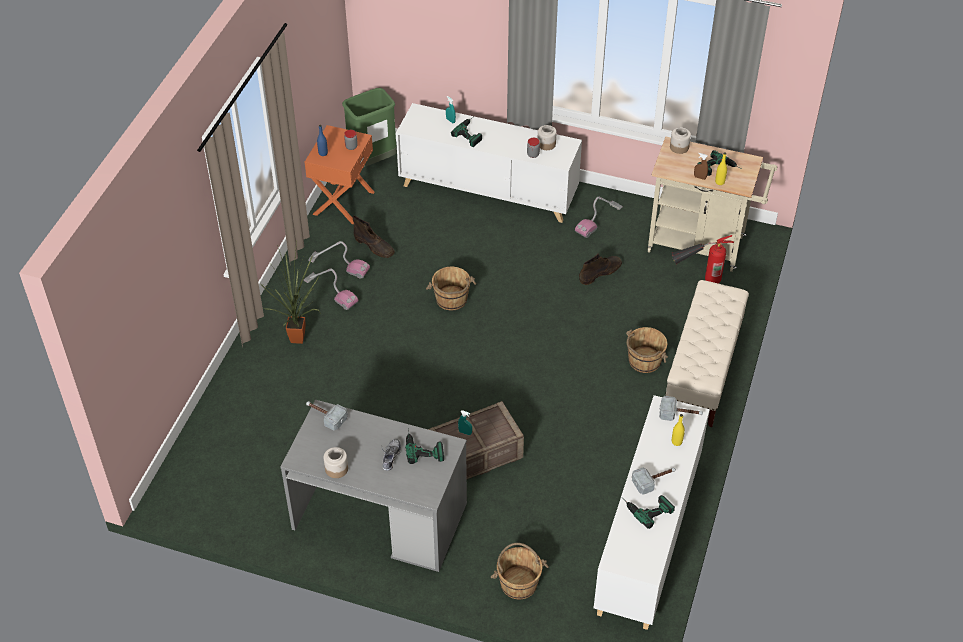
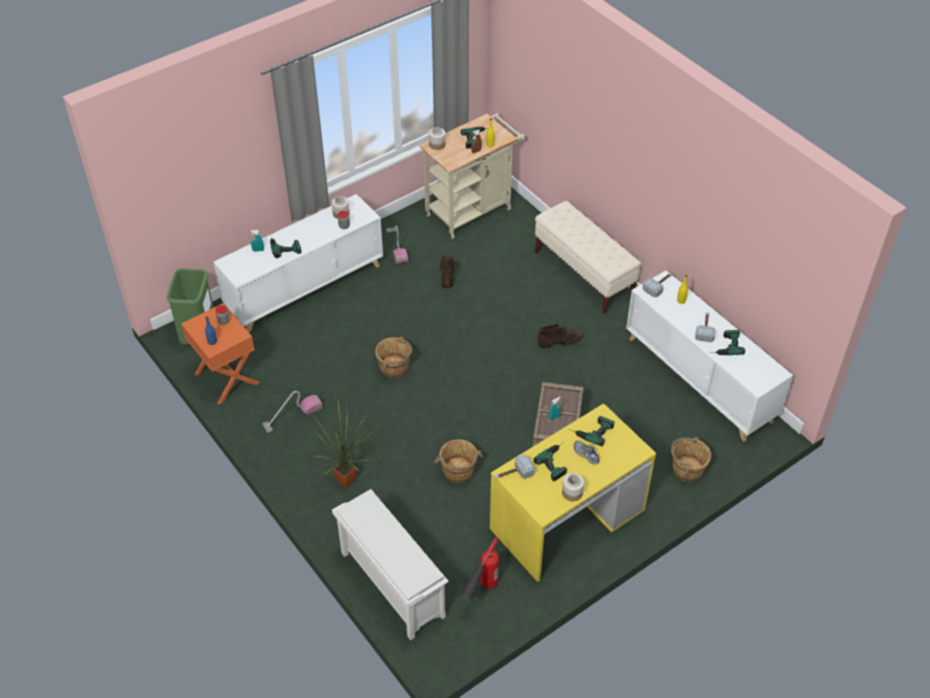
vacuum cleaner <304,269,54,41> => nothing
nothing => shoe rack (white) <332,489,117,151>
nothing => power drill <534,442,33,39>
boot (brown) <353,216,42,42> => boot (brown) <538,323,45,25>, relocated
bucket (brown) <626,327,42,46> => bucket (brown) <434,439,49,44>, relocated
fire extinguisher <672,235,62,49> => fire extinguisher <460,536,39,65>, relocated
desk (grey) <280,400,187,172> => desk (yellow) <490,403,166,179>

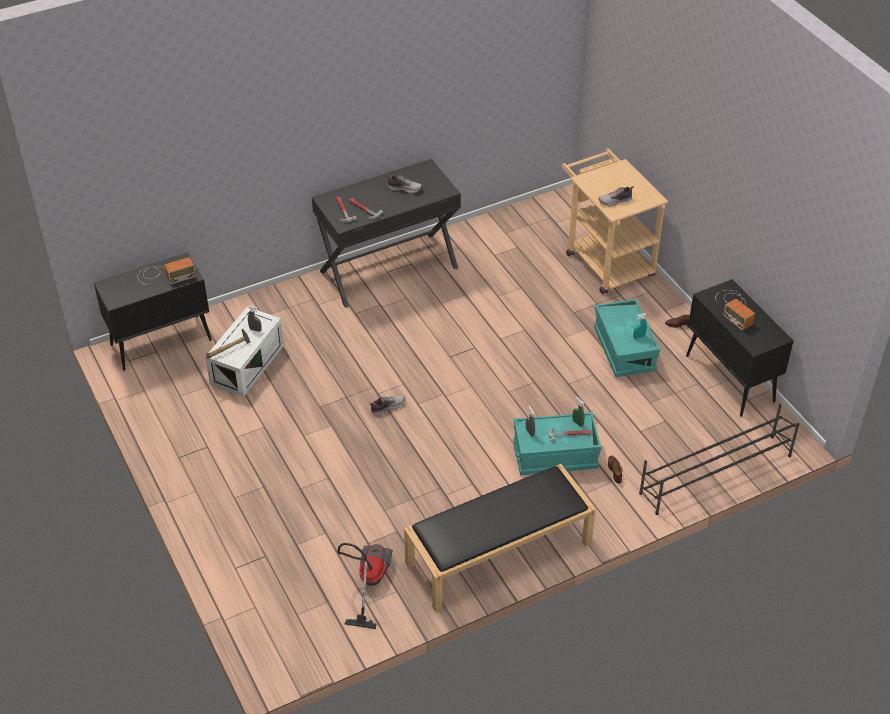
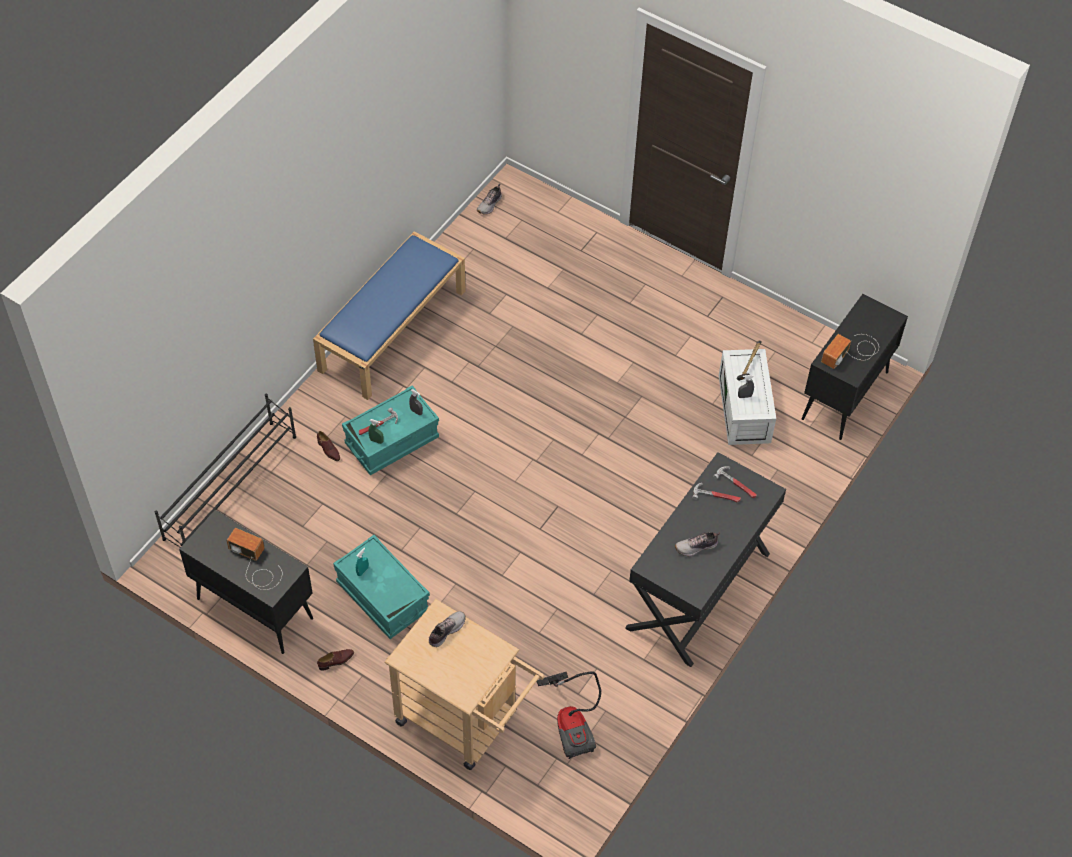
vacuum cleaner <338,543,55,86> => vacuum cleaner <536,671,65,88>, relocated
shoe <370,395,35,20> => shoe <477,183,25,32>, relocated
bench (black) <404,464,192,148> => bench (blue) <313,231,153,169>

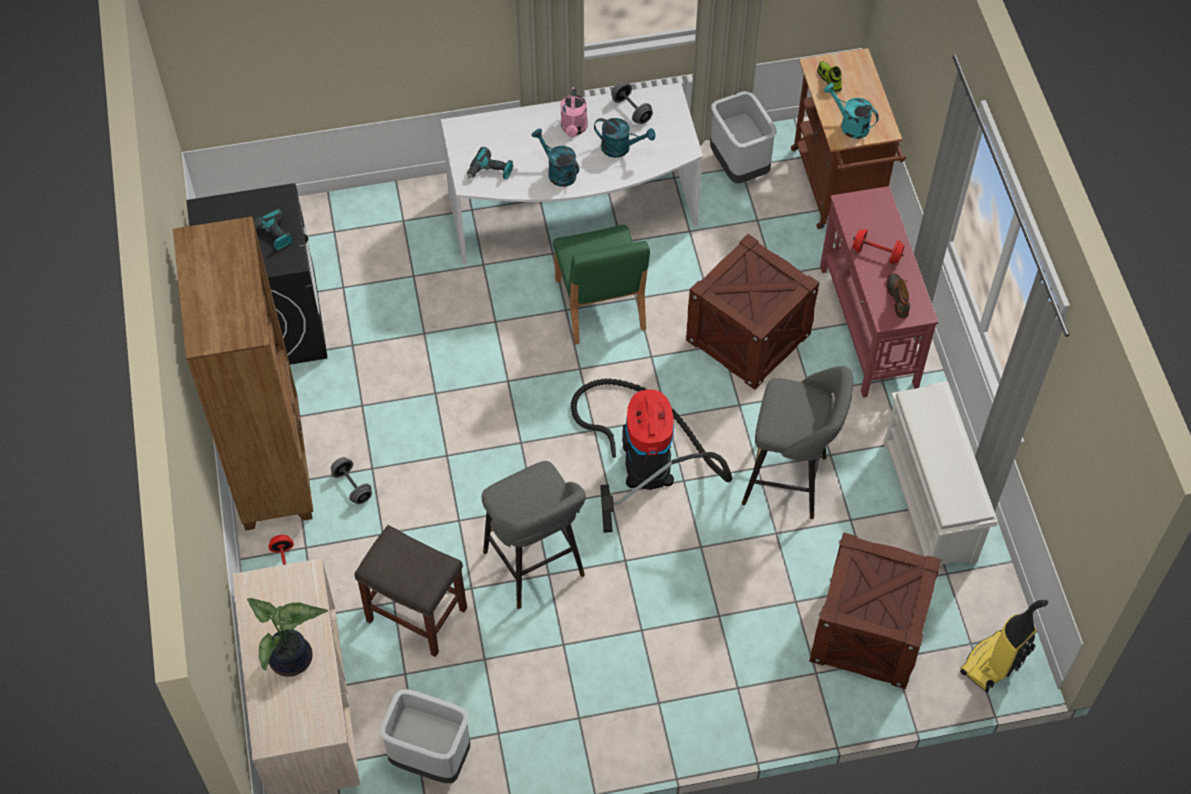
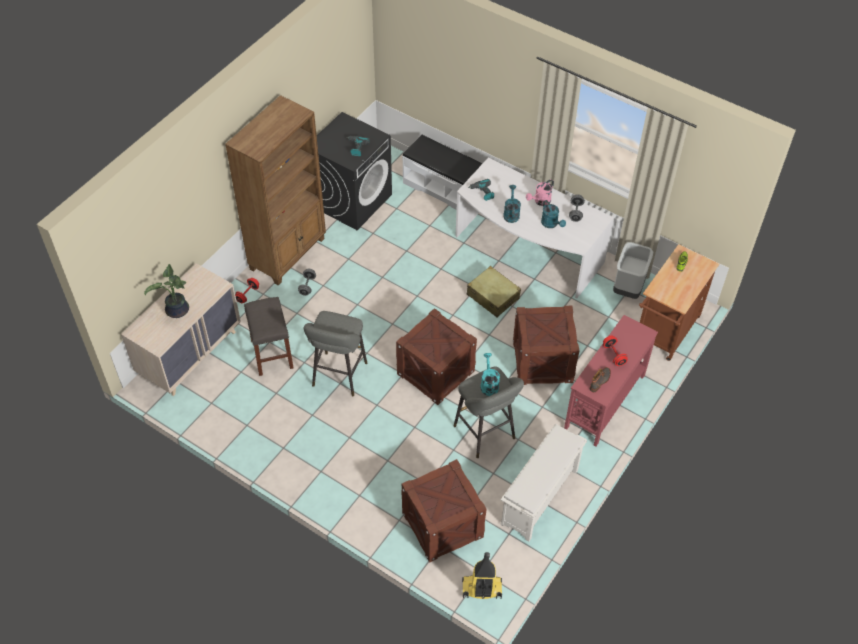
trash can (grey) <380,689,90,94> => nothing
nothing => bench (white) <402,134,81,76>
watering can (turquoise) <823,83,56,56> => watering can (turquoise) <480,353,20,43>, relocated
chair (green) <553,225,97,119> => suitcase (beige) <467,266,54,51>
vacuum cleaner <571,378,161,155> => crate <396,308,81,97>

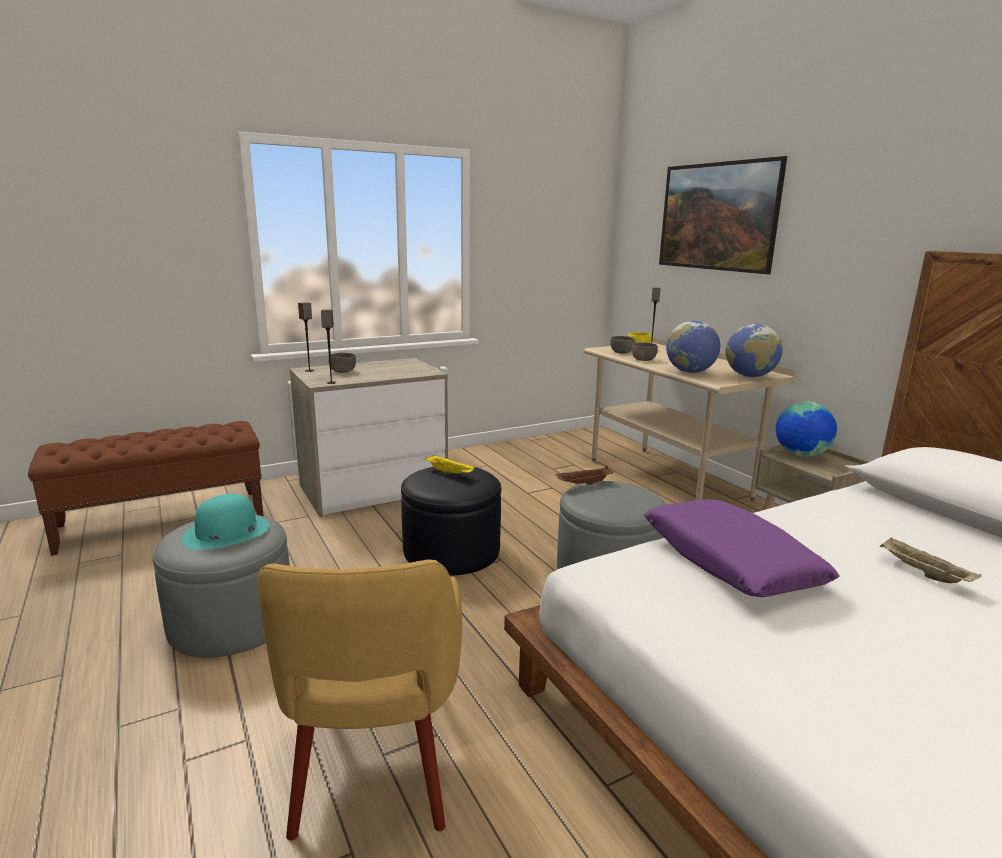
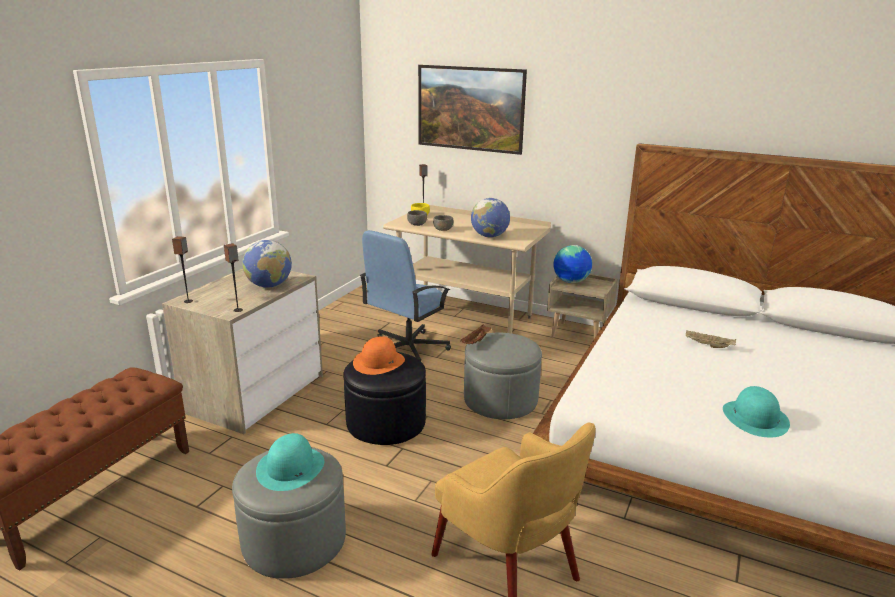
bowl (grey) <328,353,28,20> => nothing
pillow (purple) <644,499,195,98> => nothing
nothing => office chair (blue) <360,230,91,131>
nothing => hat (turquoise) <723,386,67,51>
globe <726,324,57,53> => globe <242,240,50,48>, relocated
tray (yellow) <425,455,50,19> => hat (orange) <353,336,52,39>

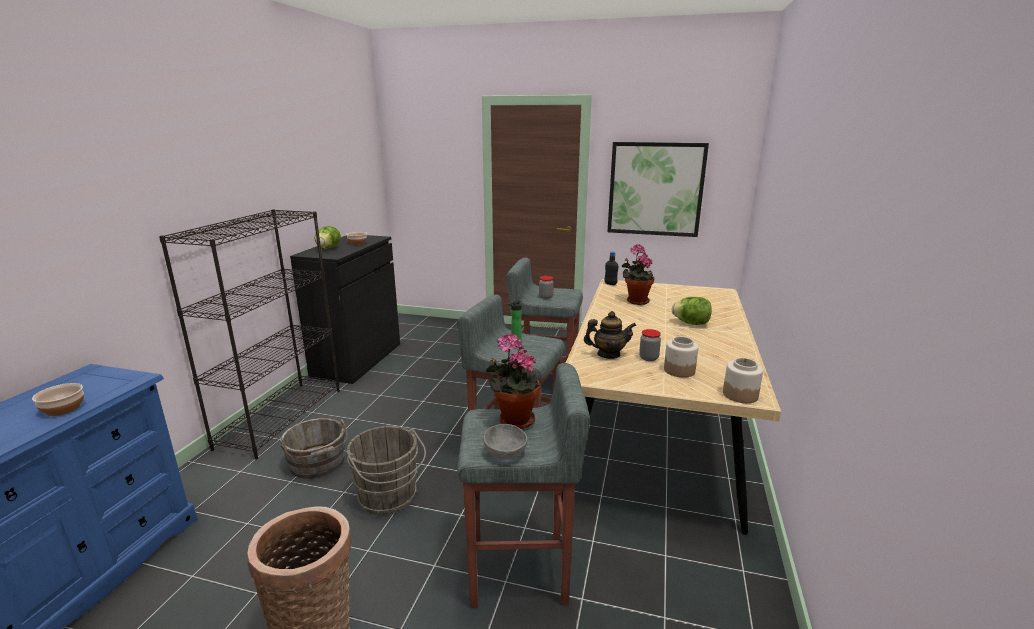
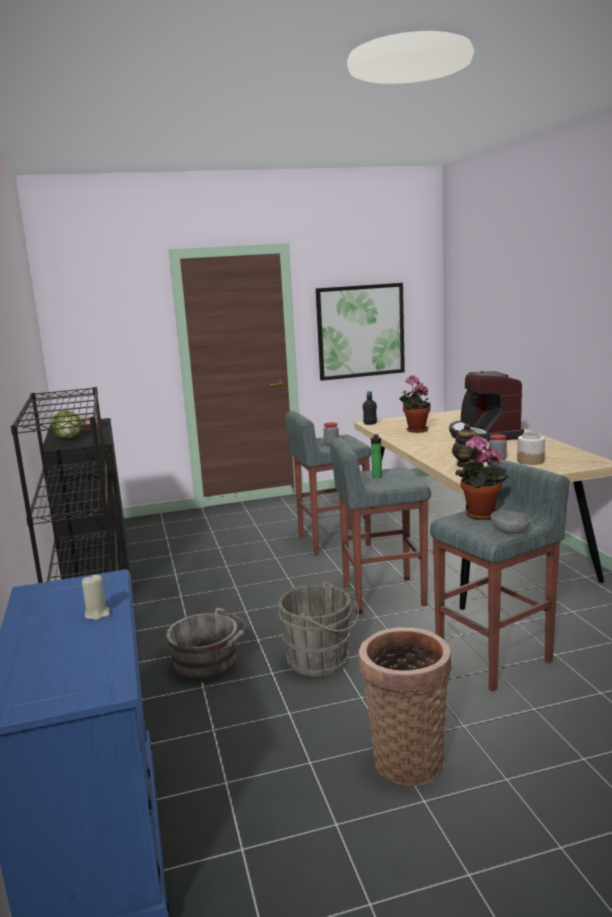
jar <723,358,40,45> => nothing
bowl <32,383,52,33> => candle (beige) <82,574,28,46>
lettuce <672,297,40,28> => coffee machine <449,371,75,71>
teapot <584,311,52,48> => teapot <452,424,30,44>, 75 degrees counterclockwise

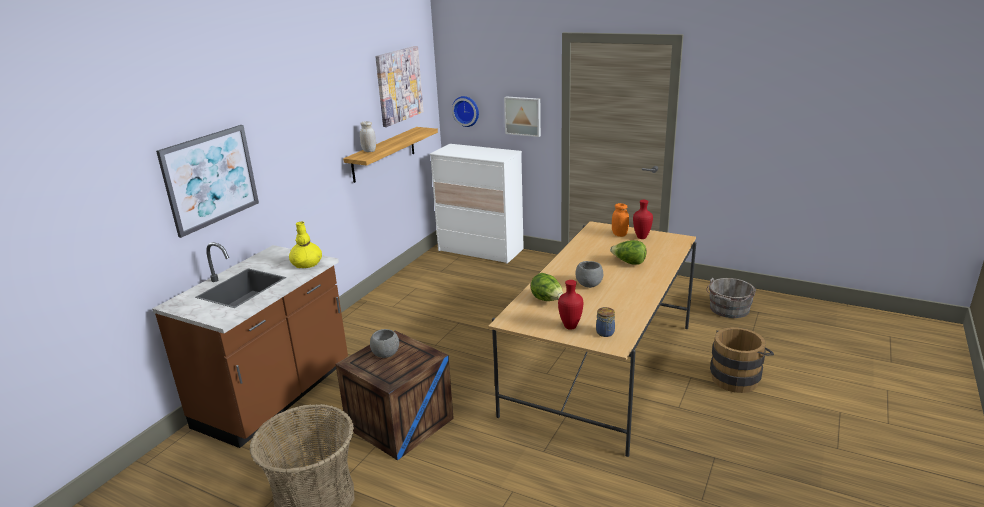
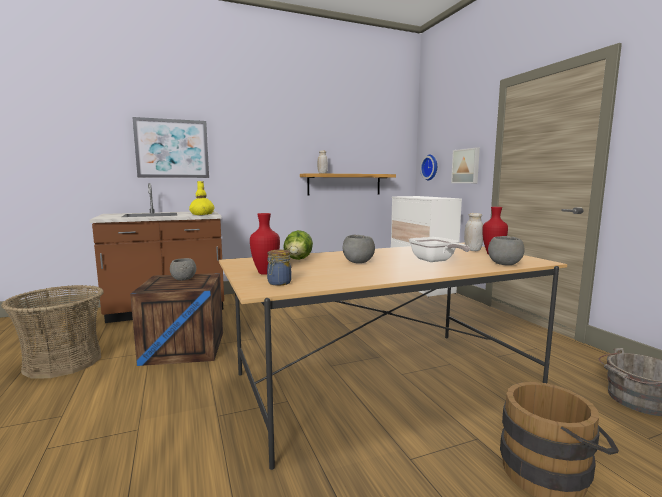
picture <375,46,49,81> => nothing
nothing => bowl (grey) <488,236,37,29>
lettuce <610,240,37,25> => frying pan <409,237,61,25>
jar (orange) <612,203,17,34> => jar (white) <464,213,19,38>

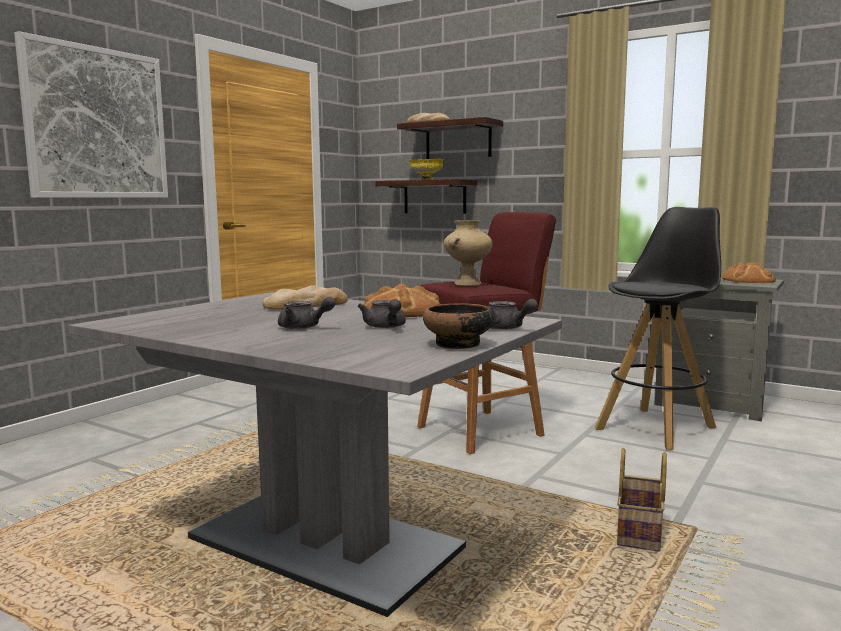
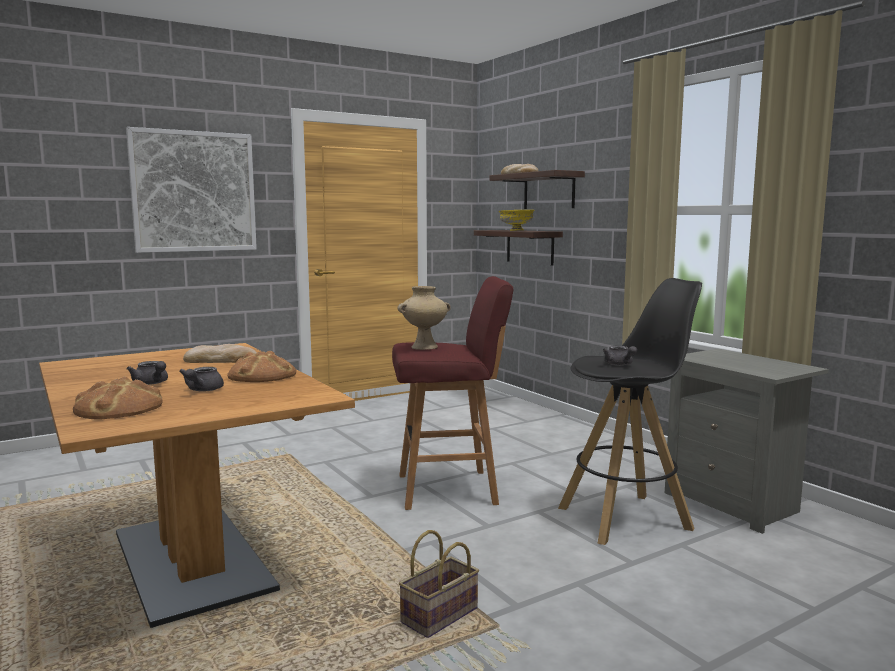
bowl <423,303,71,46> => nothing
teapot (grey) <488,299,50,31> => teapot (grey) <603,346,34,19>, relocated
bread <722,262,54,21> => bread <73,376,90,44>, relocated
dining table (grey) <68,292,494,325> => dining table (brown) <39,343,316,285>

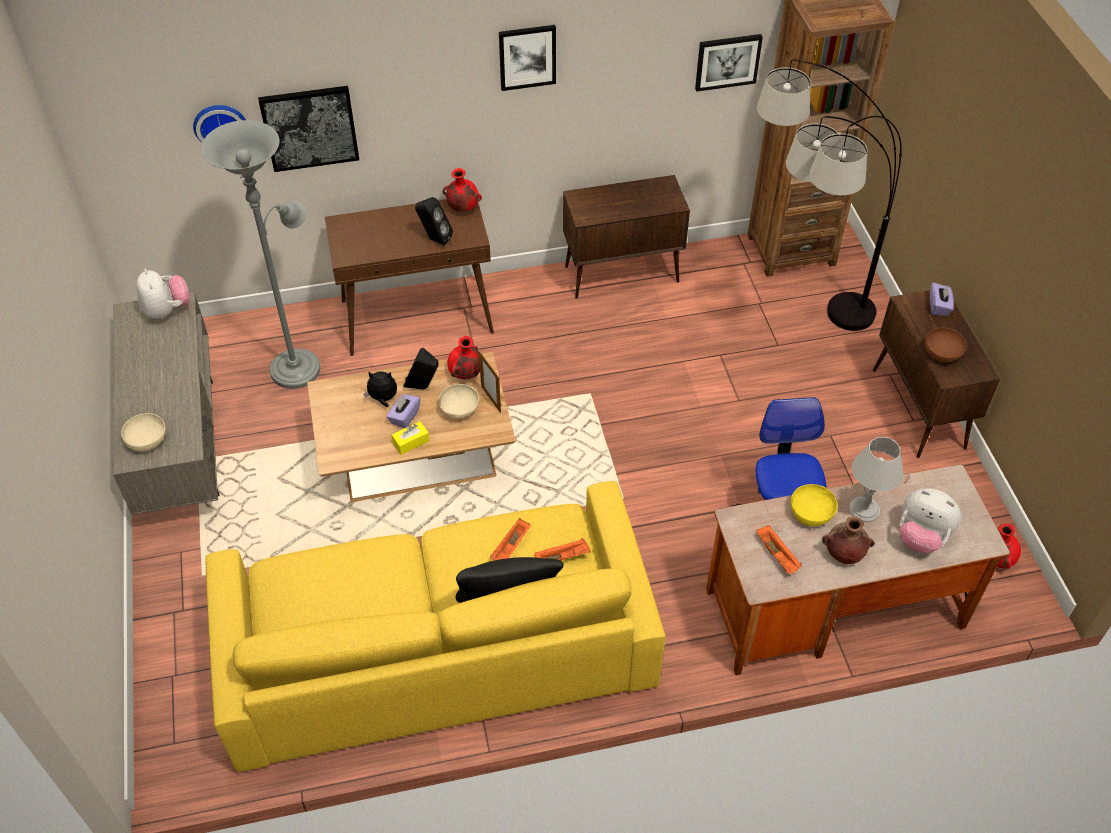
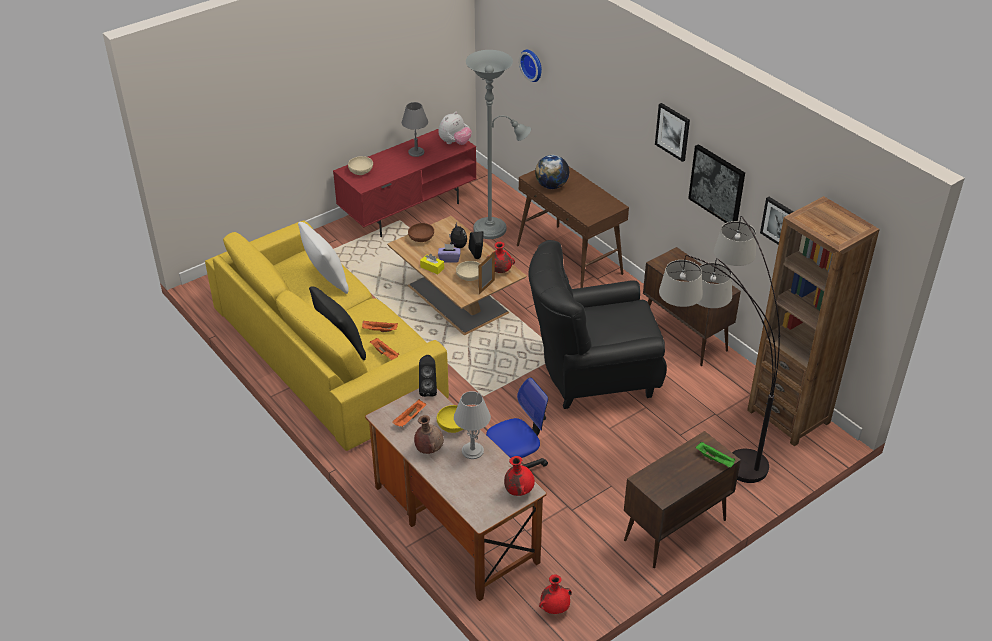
plush toy <899,488,62,65> => nothing
nothing => pillow (white) <298,222,51,72>
nothing => table lamp (grey) <402,102,26,55>
nothing => armchair (black) <528,240,139,169>
nothing => globe <535,155,34,34>
picture <258,86,101,86> => picture <688,144,57,79>, relocated
speaker (black) <415,197,38,49> => speaker (black) <419,355,18,42>, relocated
vase (red) <443,168,39,44> => vase (red) <504,456,31,40>, relocated
bowl (brown) <924,328,43,34> => bowl (brown) <408,223,26,19>, relocated
tissue box (purple) <930,283,24,33> => tray (green) <696,442,39,26>
tv stand (grey) <113,292,106,223> => tv stand (red) <333,129,144,108>

